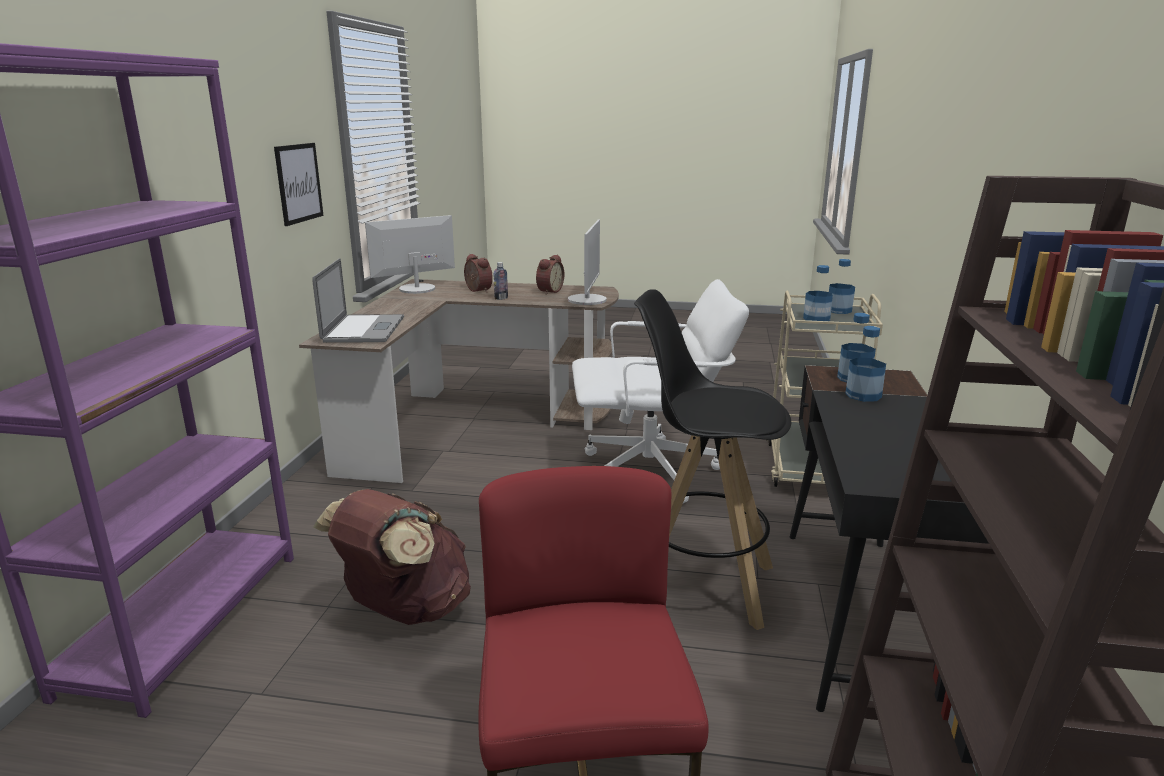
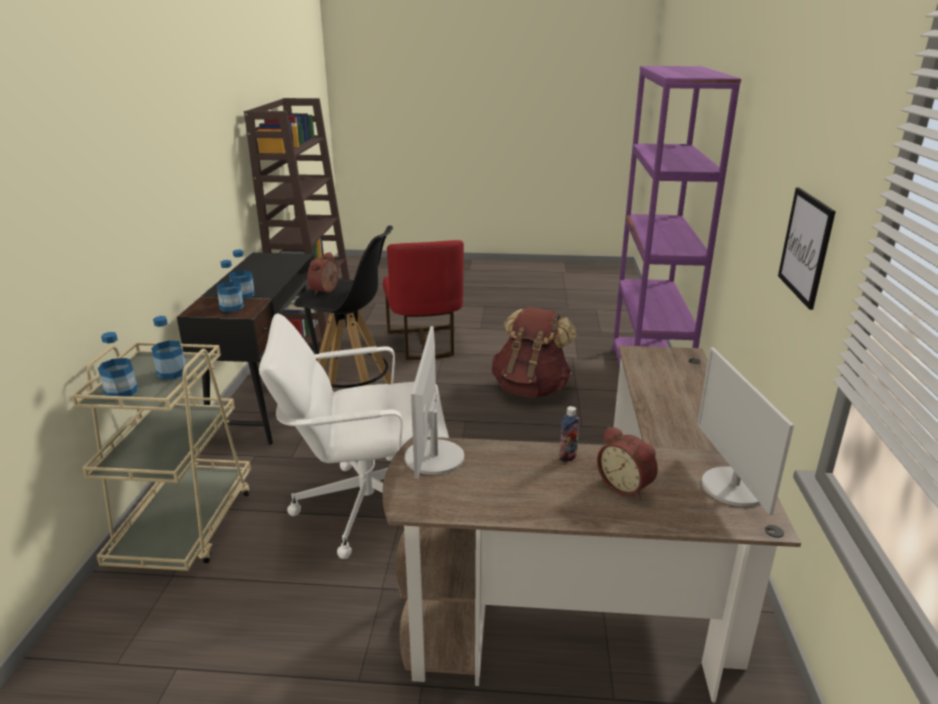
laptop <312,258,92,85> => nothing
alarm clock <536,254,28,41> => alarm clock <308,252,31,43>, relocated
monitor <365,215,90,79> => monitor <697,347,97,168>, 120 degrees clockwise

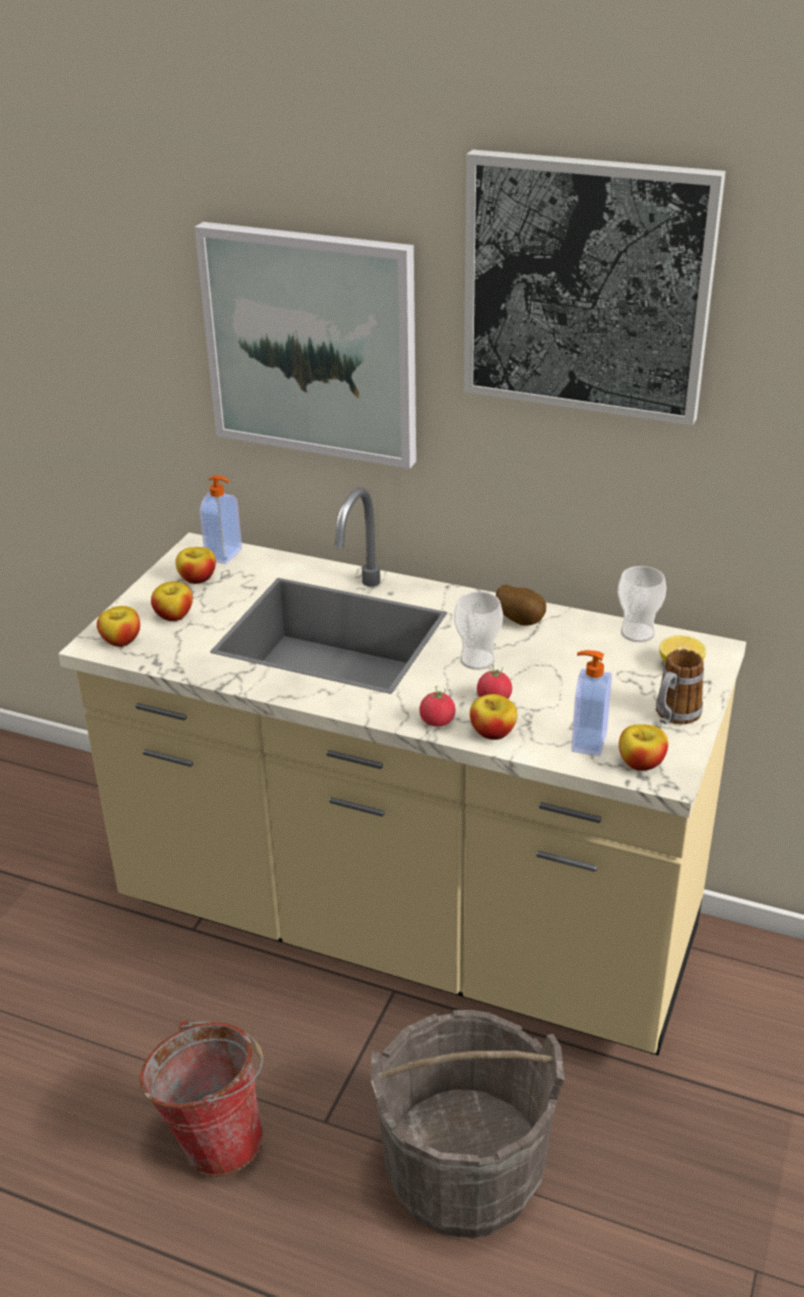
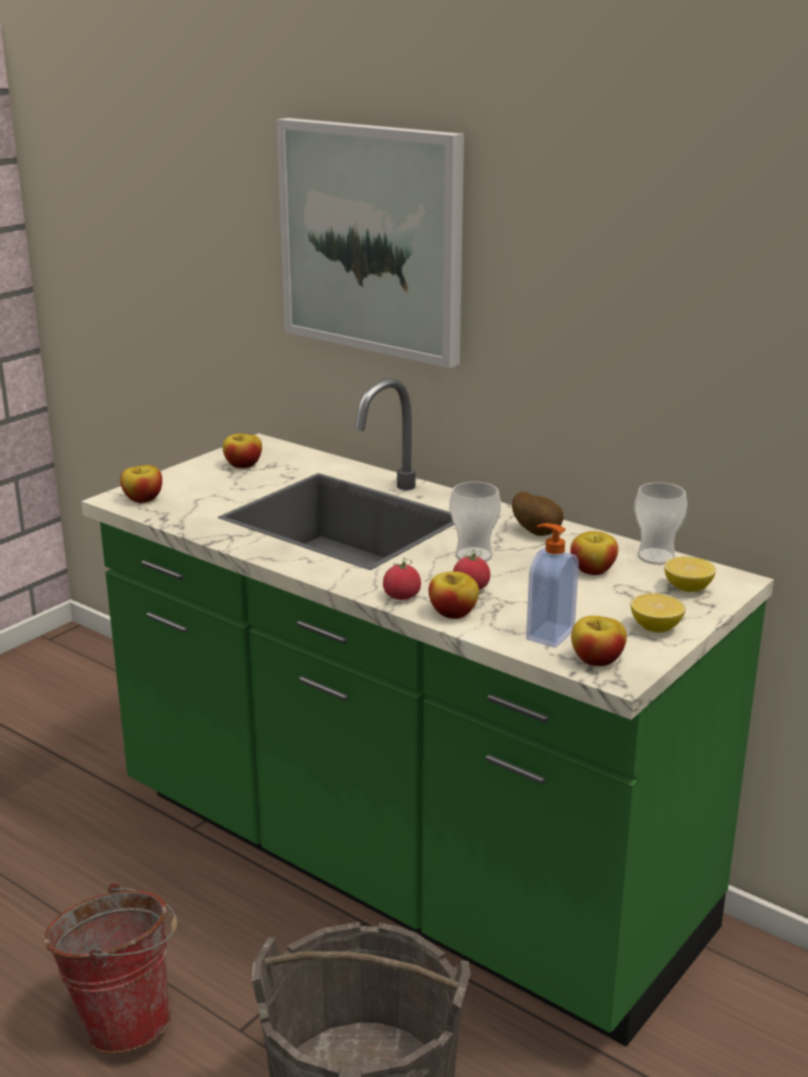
soap dispenser <200,475,42,89> => nothing
picture <464,150,262,276> => nothing
apple <151,582,42,39> => apple <570,531,48,44>, relocated
mug <656,649,48,76> => lemon <631,593,55,40>
counter (beige) <58,487,688,569> => counter (green) <81,378,693,669>

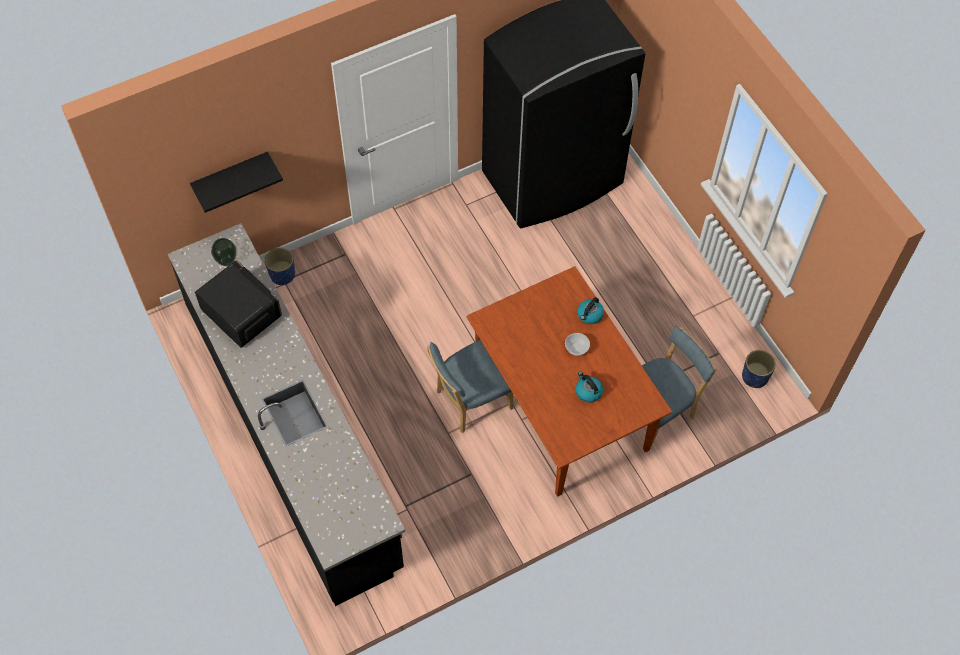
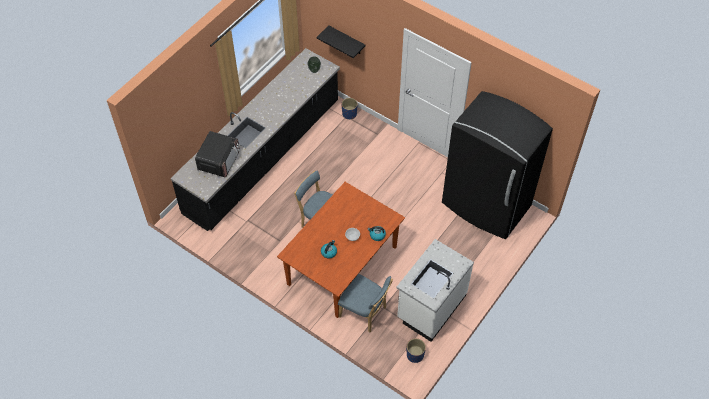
nothing => counter (white) <397,239,77,103>
microwave <195,260,87,88> => microwave <195,131,45,46>, relocated

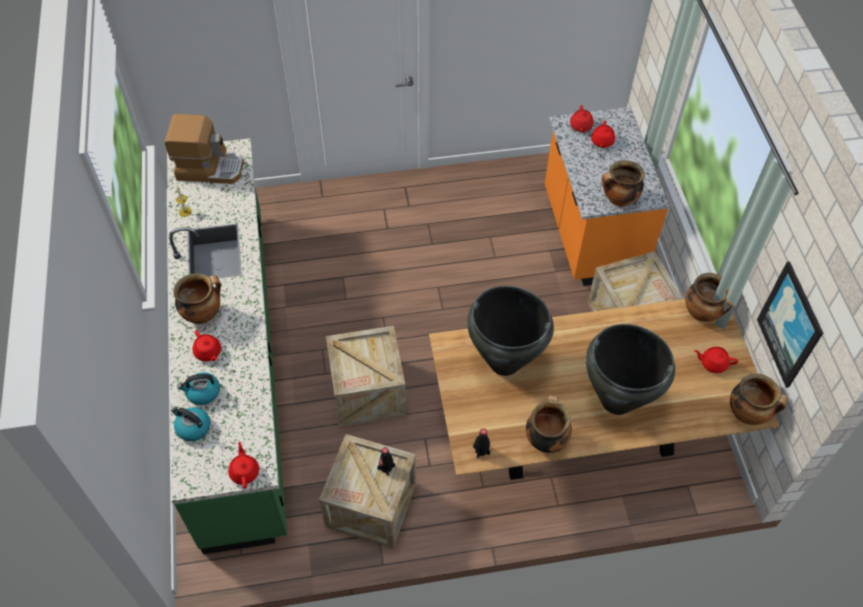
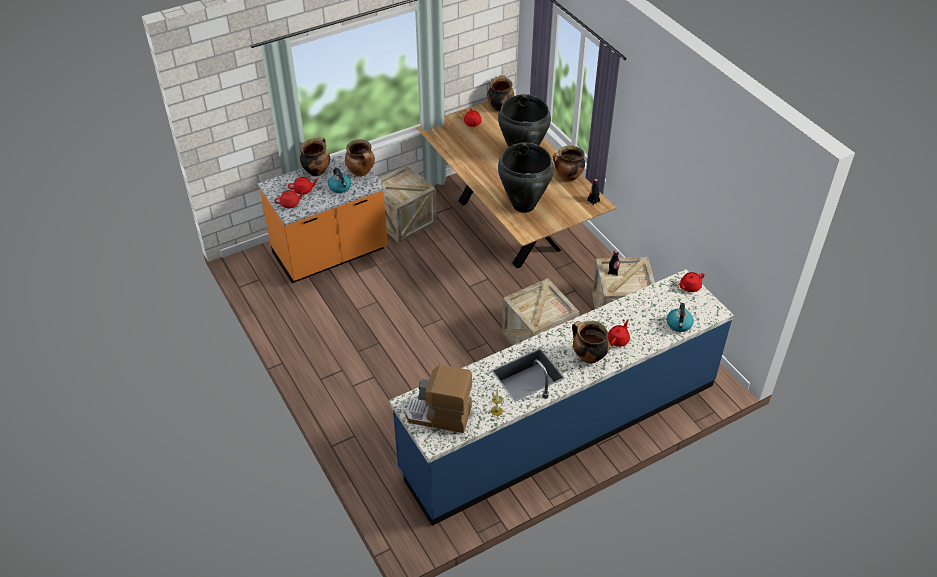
picture <757,262,66,126> => nothing
kettle <177,372,43,33> => kettle <328,168,23,25>, relocated
cooking pot <685,273,48,49> => cooking pot <300,137,30,39>, relocated
counter (green) <167,138,120,416> => counter (blue) <389,269,345,257>
coffee machine <165,114,79,70> => coffee machine <405,365,67,68>, 60 degrees counterclockwise

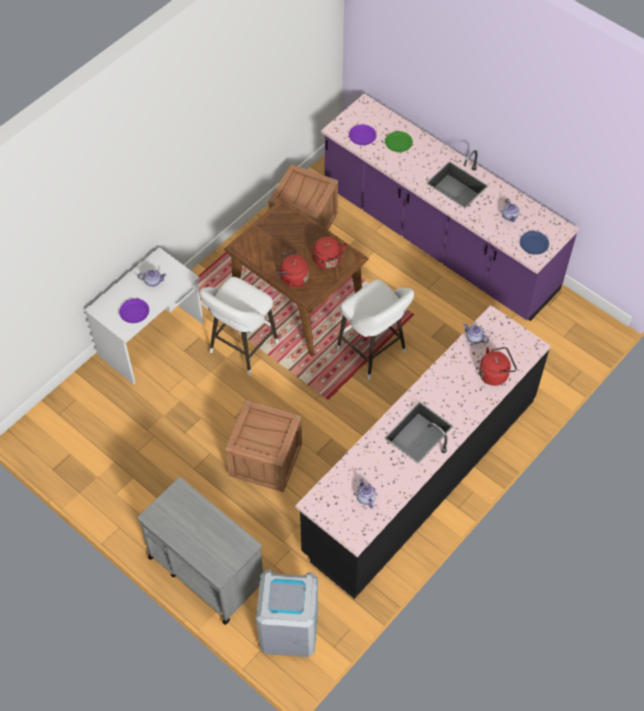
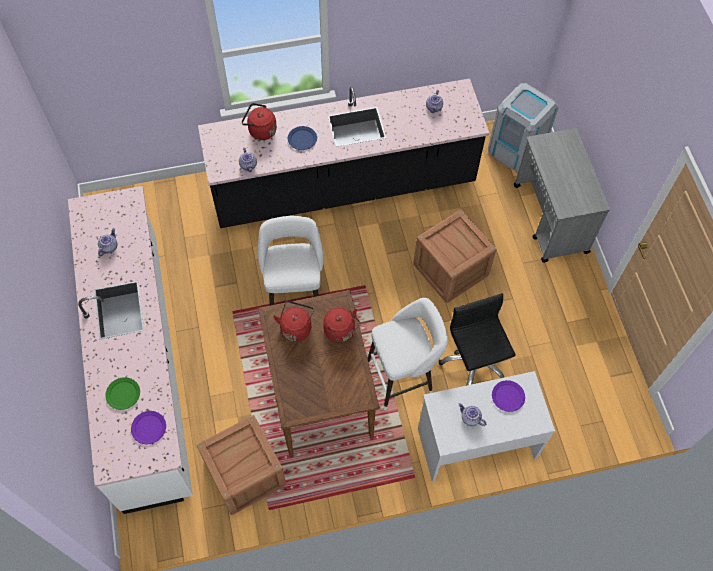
nothing => office chair (black) <439,293,77,93>
plate (blue) <520,231,29,24> => plate (blue) <288,126,29,24>, relocated
counter (purple) <321,94,258,227> => counter (white) <68,186,125,328>

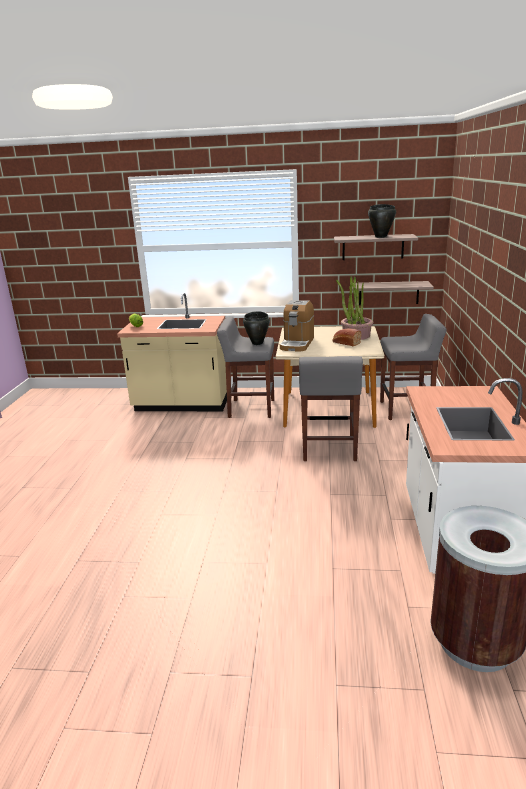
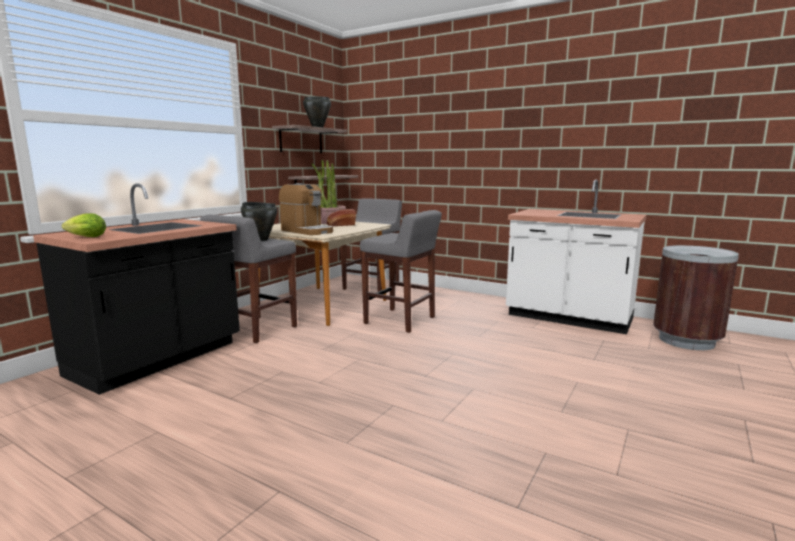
counter (beige) <117,293,110,118> => counter (black) <33,184,207,211>

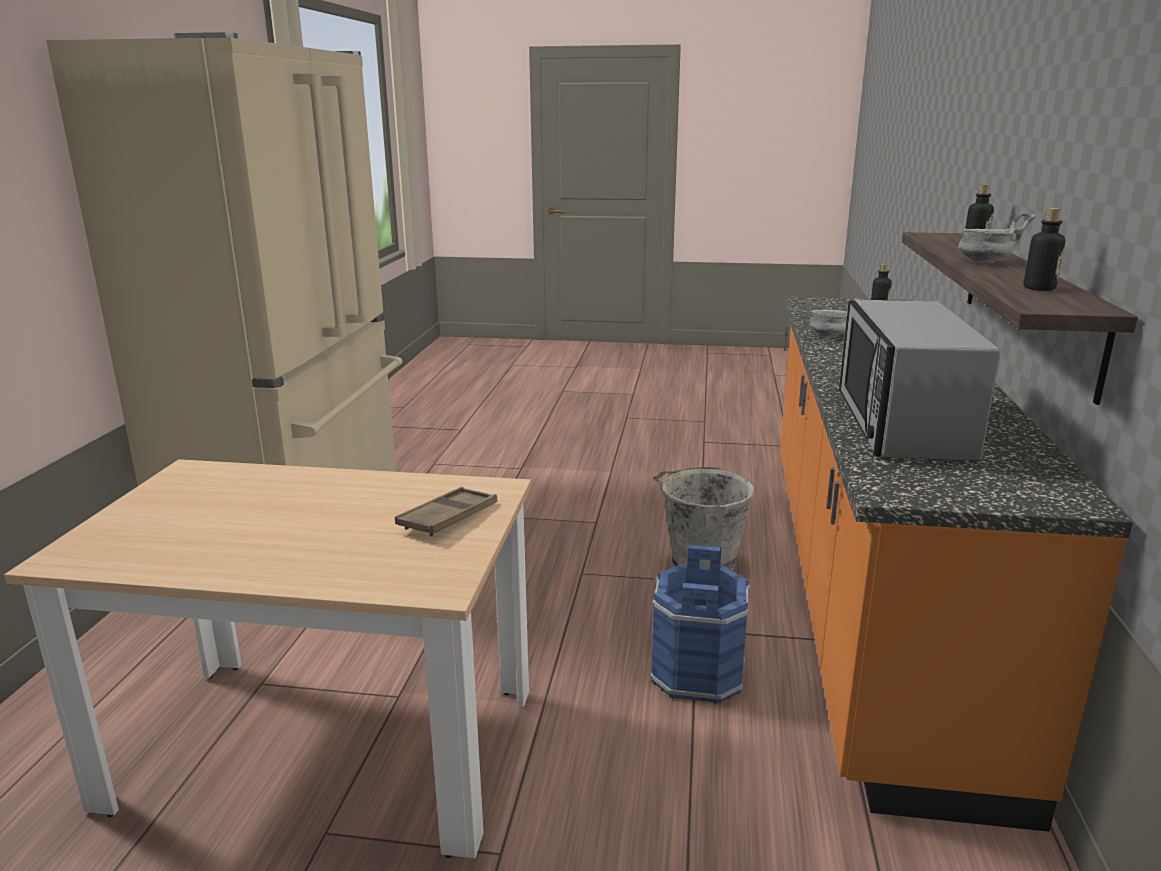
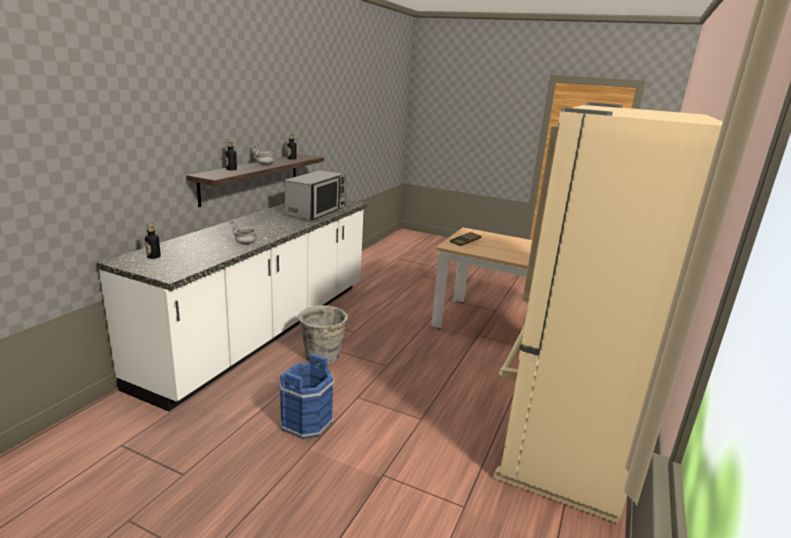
bucket (blue) <651,545,99,159> => bucket (blue) <279,354,56,85>, relocated
counter (orange) <780,297,353,535> => counter (white) <97,199,271,213>

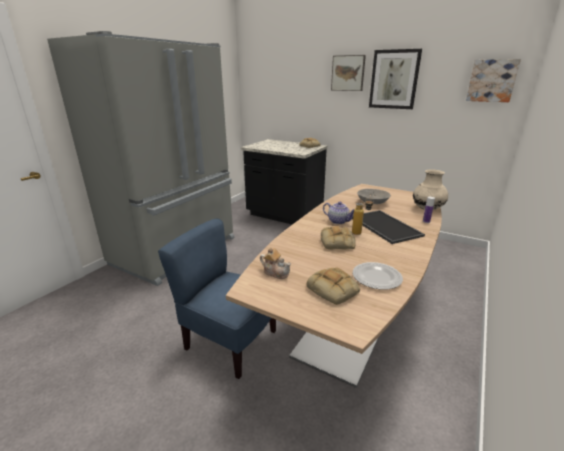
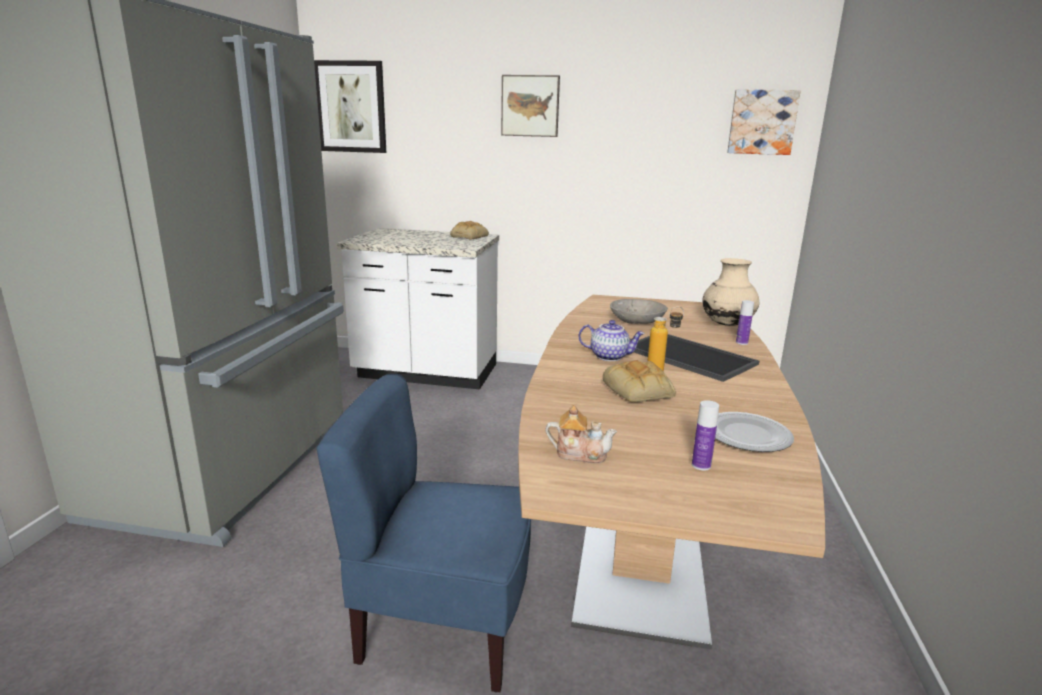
picture <369,49,53,60> => picture <314,60,72,93>, relocated
bread <307,268,53,37> => bottle <692,400,27,71>
counter (black) <241,139,86,85> => counter (white) <337,228,162,161>

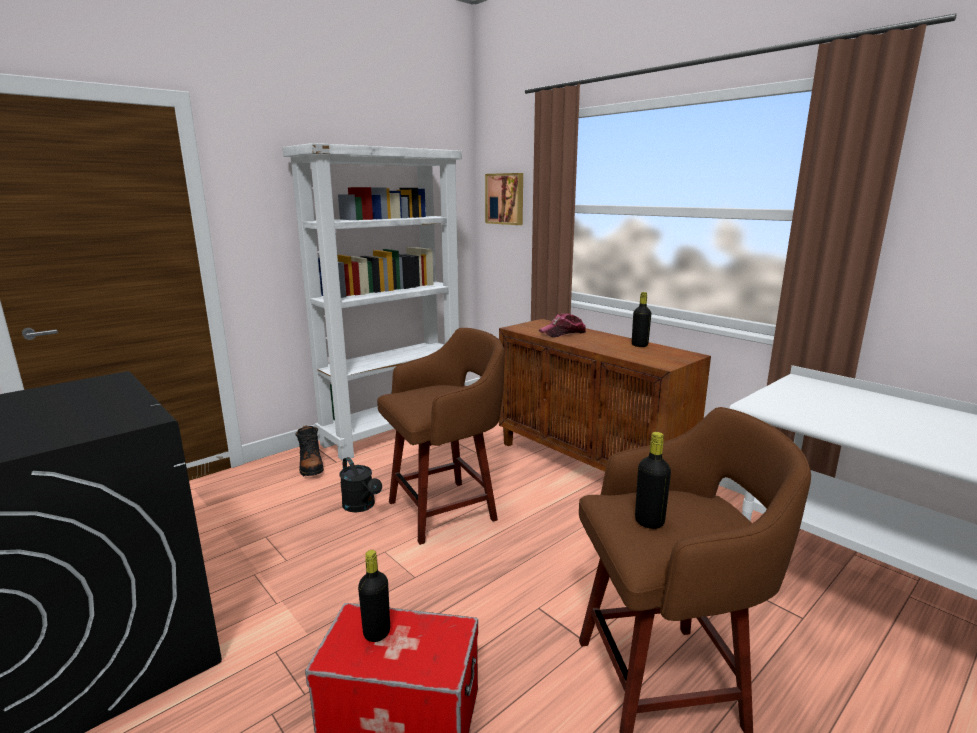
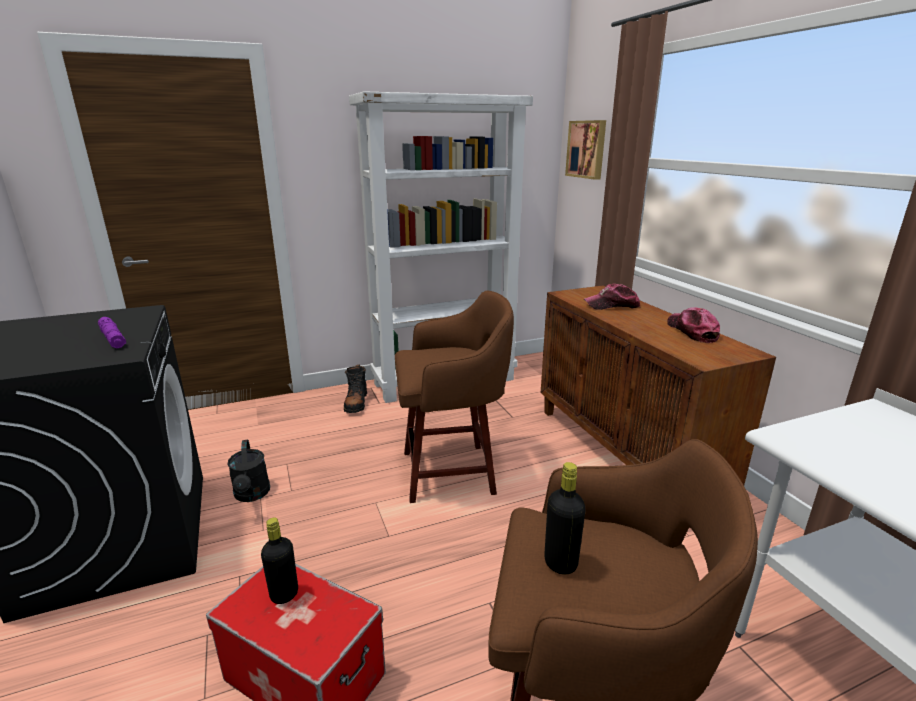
nothing => flashlight (purple) <98,317,28,31>
watering can (black) <339,457,43,55> => watering can (black) <227,440,43,62>, relocated
bottle (black) <632,292,19,55> => cap <667,307,53,36>

